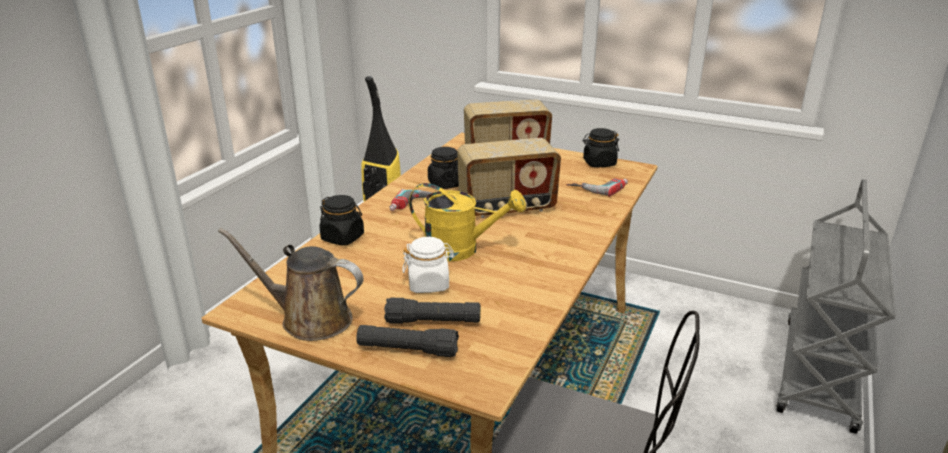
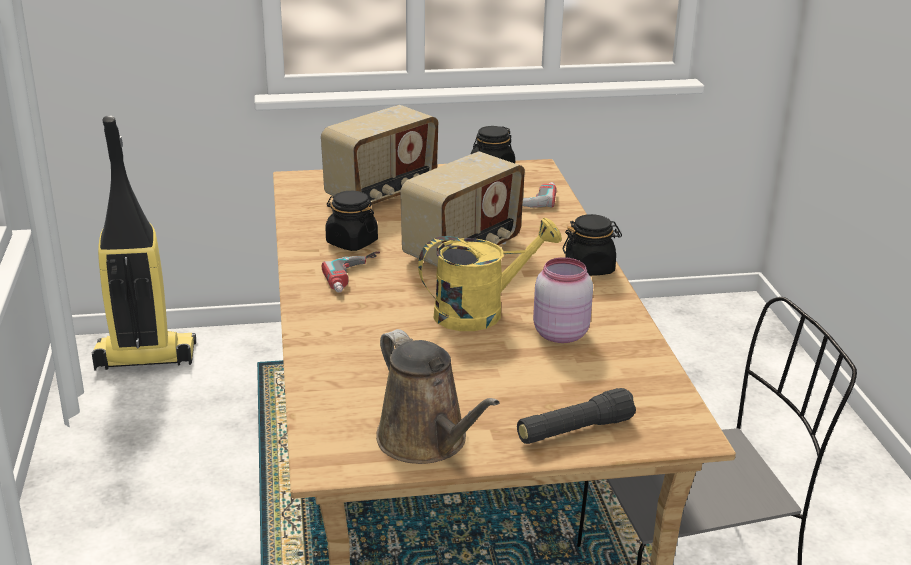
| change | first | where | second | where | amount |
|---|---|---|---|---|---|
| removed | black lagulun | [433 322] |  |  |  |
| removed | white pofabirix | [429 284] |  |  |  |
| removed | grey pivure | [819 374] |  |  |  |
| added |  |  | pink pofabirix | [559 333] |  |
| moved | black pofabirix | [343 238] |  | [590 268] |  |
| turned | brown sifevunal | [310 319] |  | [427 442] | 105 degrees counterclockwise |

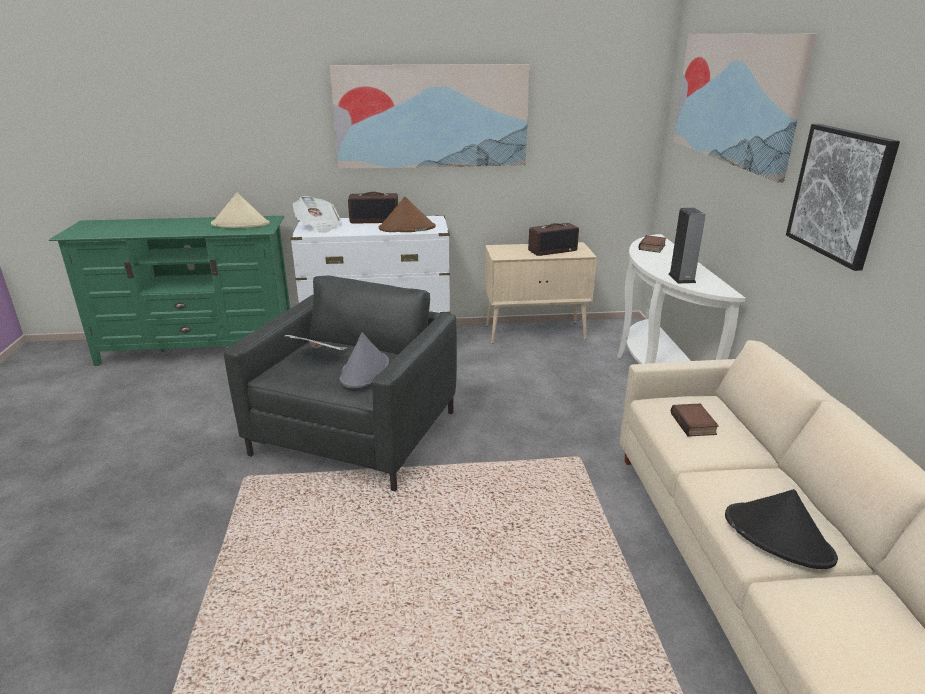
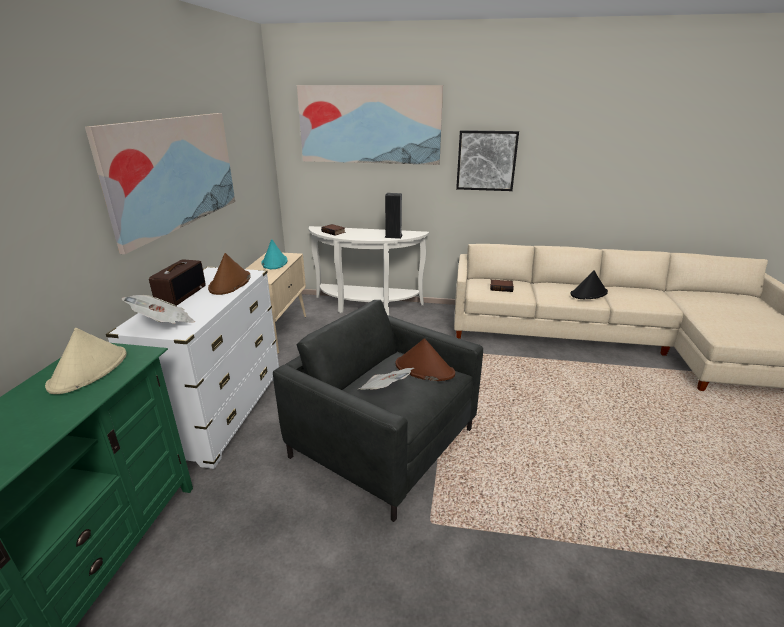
| change | first | where | second | where | amount |
|---|---|---|---|---|---|
| replaced | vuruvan | [552 250] | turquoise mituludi | [274 262] |  |
| recoloured | grey mituludi | [365 371] | brown mituludi | [424 369] |  |

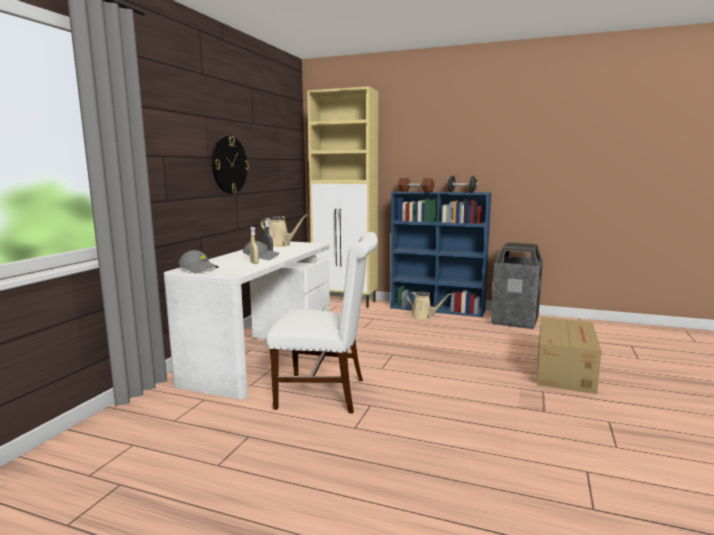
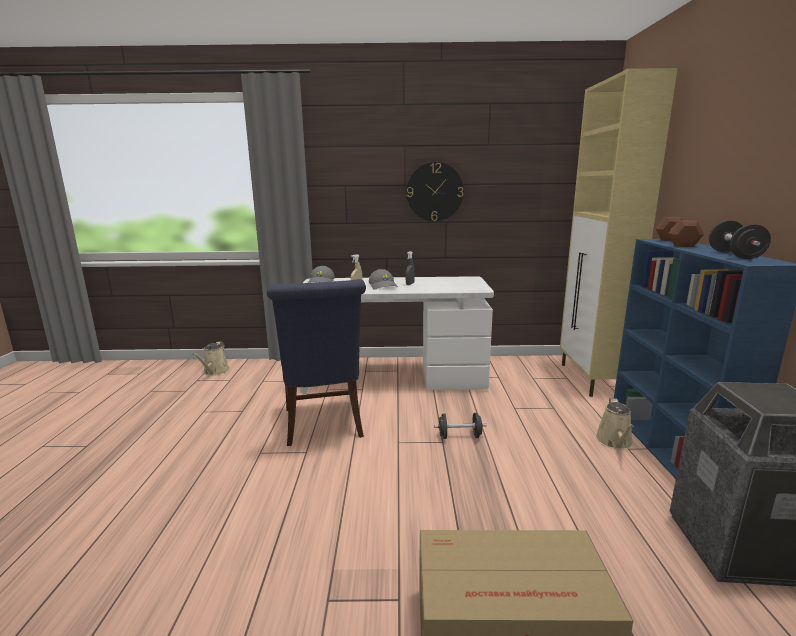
| change | first | where | second | where | amount |
|---|---|---|---|---|---|
| added |  |  | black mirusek | [459 436] |  |
| moved | beige sifevunal | [280 245] |  | [215 372] |  |
| recoloured | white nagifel | [327 393] | blue nagifel | [324 425] |  |

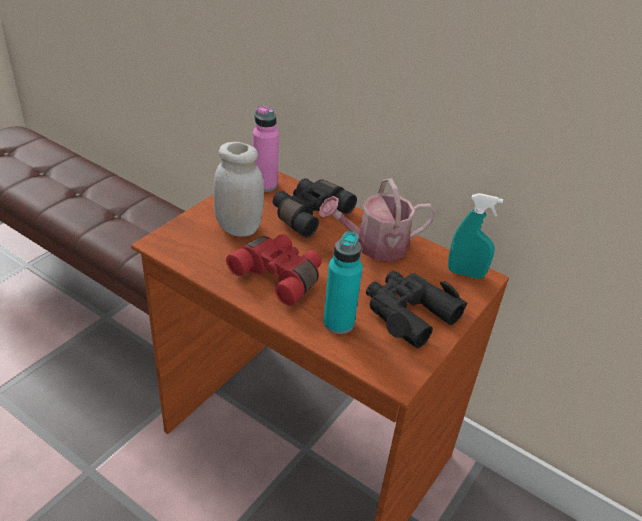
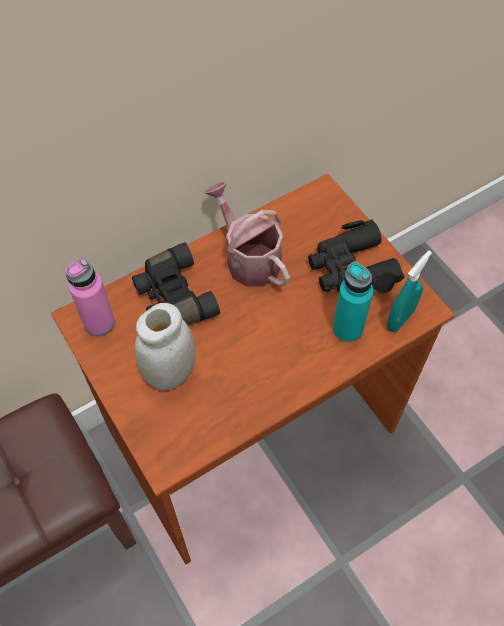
| change | first | where | second | where | amount |
|---|---|---|---|---|---|
| removed | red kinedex | [280 276] |  |  |  |
| moved | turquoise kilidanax | [465 273] |  | [400 319] |  |
| turned | sifevunal | [374 246] |  | [248 258] | 135 degrees clockwise |

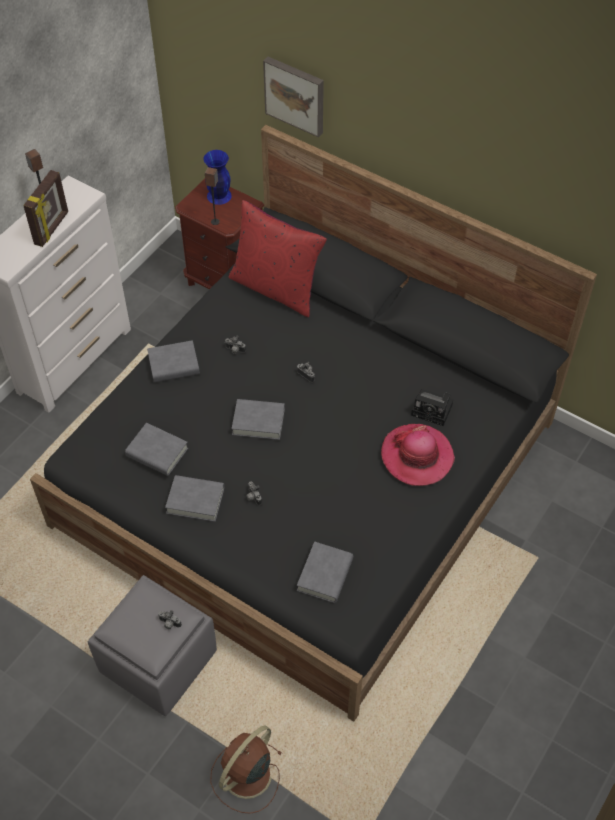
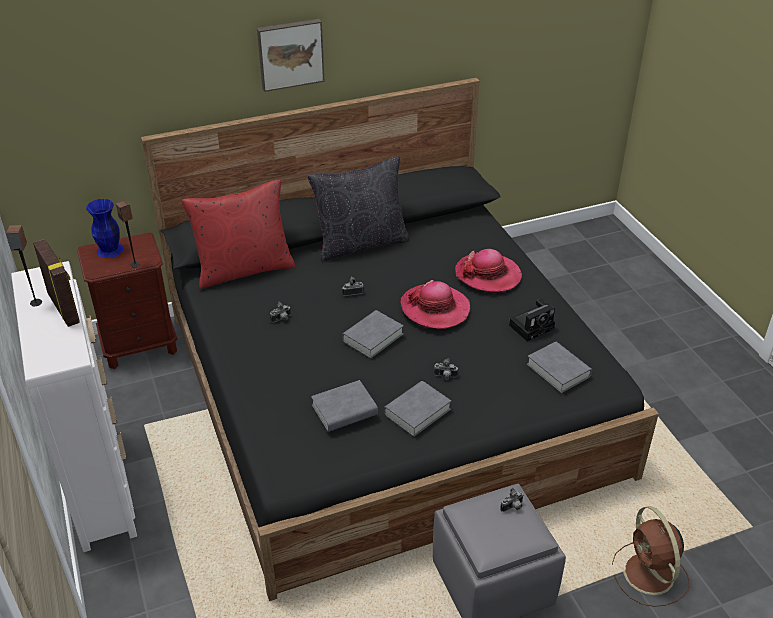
| change | first | where | second | where | amount |
|---|---|---|---|---|---|
| removed | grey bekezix | [174 365] |  |  |  |
| added |  |  | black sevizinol | [361 243] |  |
| added |  |  | mituludi | [435 308] |  |
| moved | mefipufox | [295 95] |  | [290 54] |  |
| moved | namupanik | [433 410] |  | [532 326] |  |

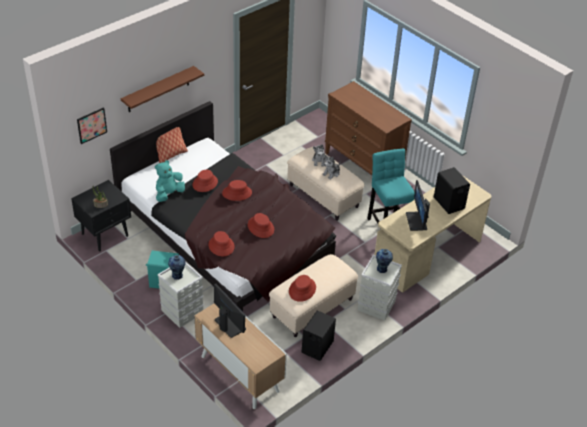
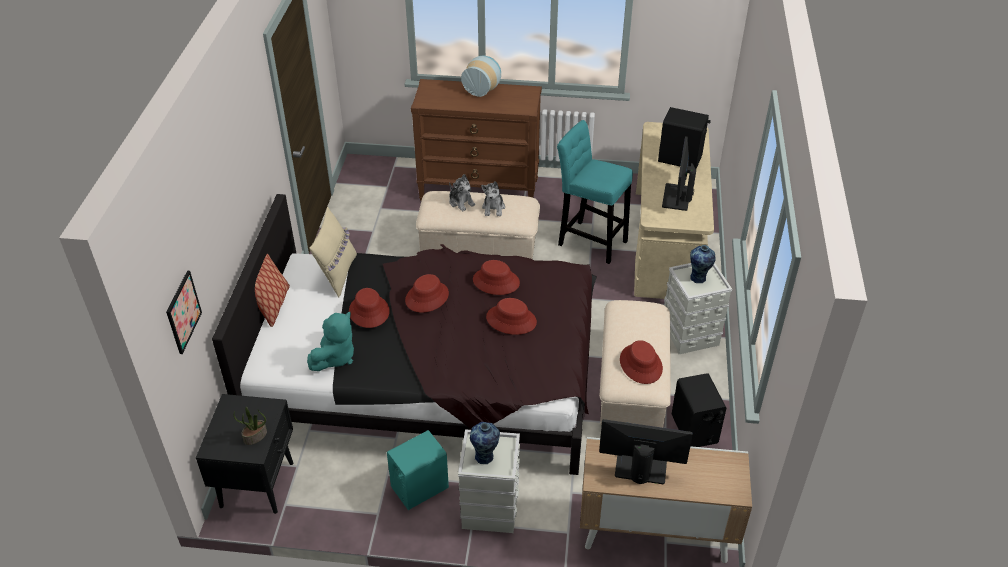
| change | first | where | second | where | amount |
|---|---|---|---|---|---|
| removed | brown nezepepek | [158 89] |  |  |  |
| added |  |  | beige sevizinol | [337 274] |  |
| added |  |  | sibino | [483 89] |  |
| moved | red mituludi | [221 246] |  | [496 282] |  |
| turned | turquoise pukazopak | [169 194] |  | [335 357] | 150 degrees counterclockwise |
| turned | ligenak | [417 221] |  | [677 197] | 60 degrees clockwise |

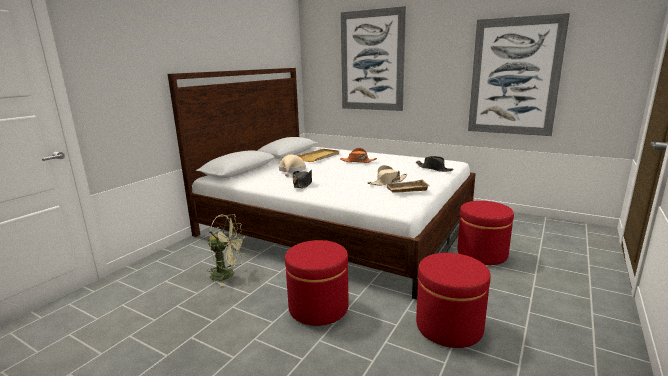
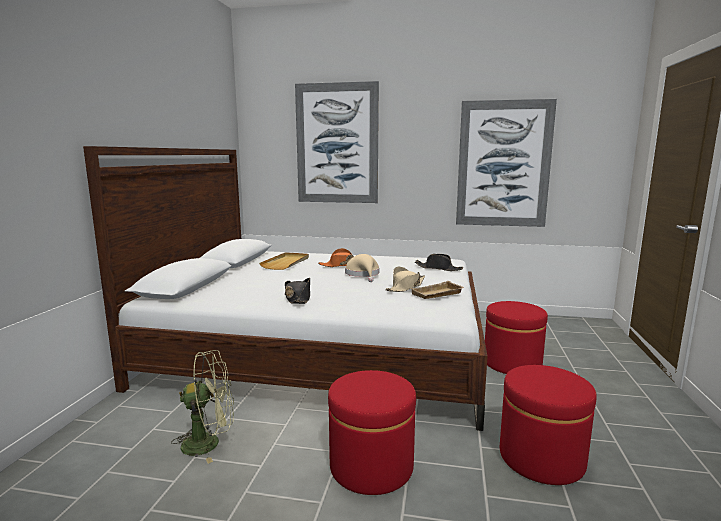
| change | first | where | second | where | amount |
|---|---|---|---|---|---|
| moved | beige mituludi | [292 170] |  | [363 274] |  |

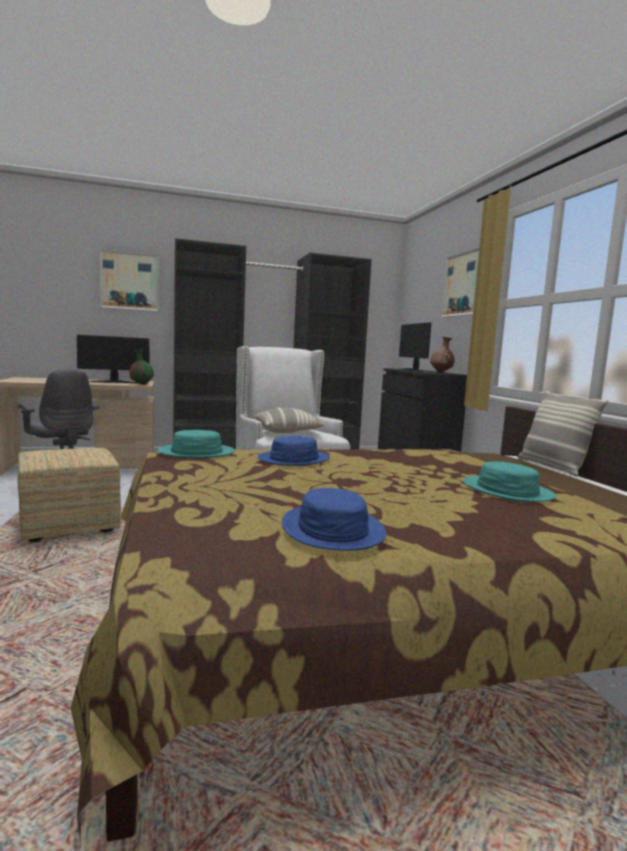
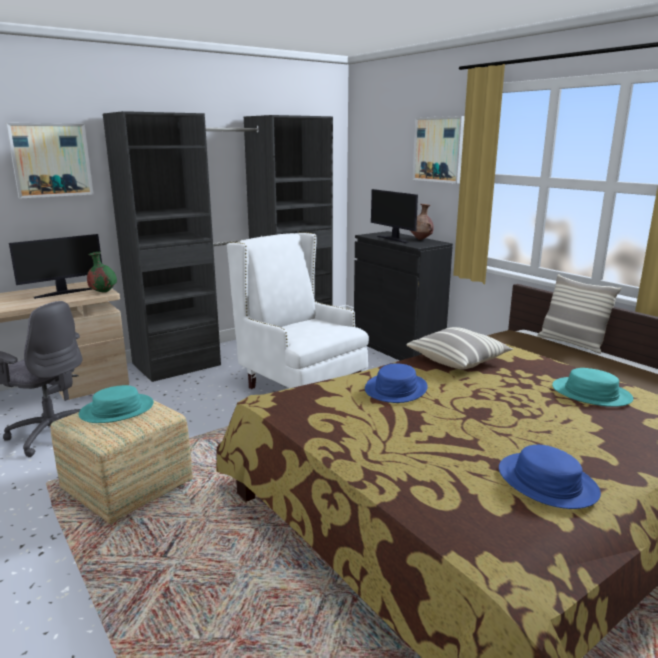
| change | first | where | second | where | amount |
|---|---|---|---|---|---|
| moved | turquoise mituludi | [196 452] |  | [117 410] |  |
| moved | sevizinol | [288 432] |  | [458 360] |  |

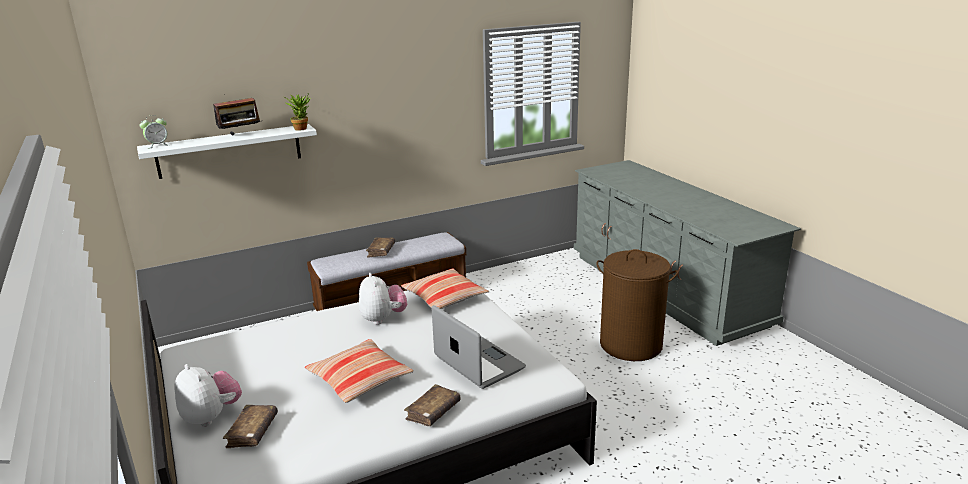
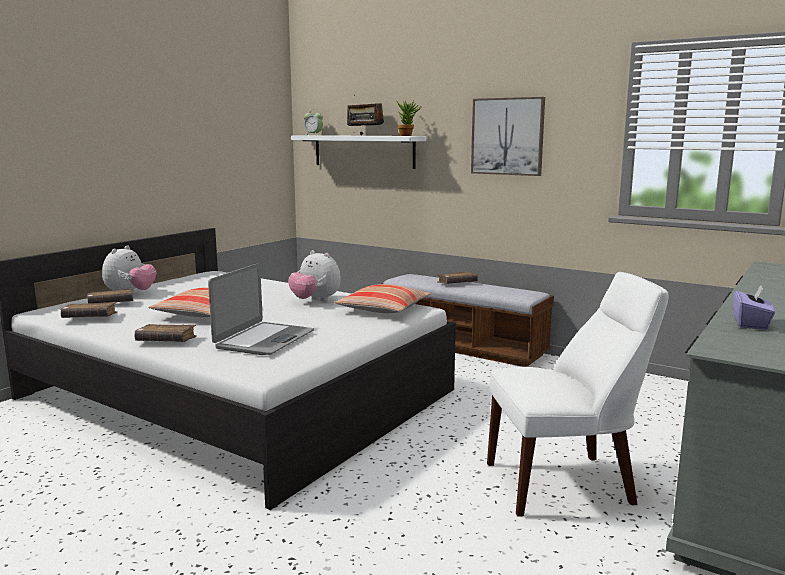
| change | first | where | second | where | amount |
|---|---|---|---|---|---|
| added |  |  | brown bekezix | [89 317] |  |
| added |  |  | mefipufox | [507 136] |  |
| added |  |  | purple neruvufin | [751 324] |  |
| replaced | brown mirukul | [631 345] | white nagifel | [565 483] |  |
| turned | pukazopak | [383 319] |  | [315 301] | 90 degrees clockwise |

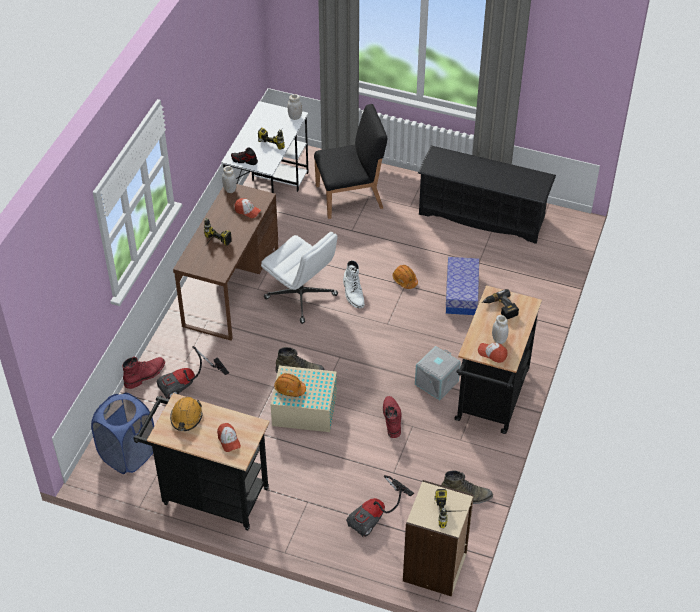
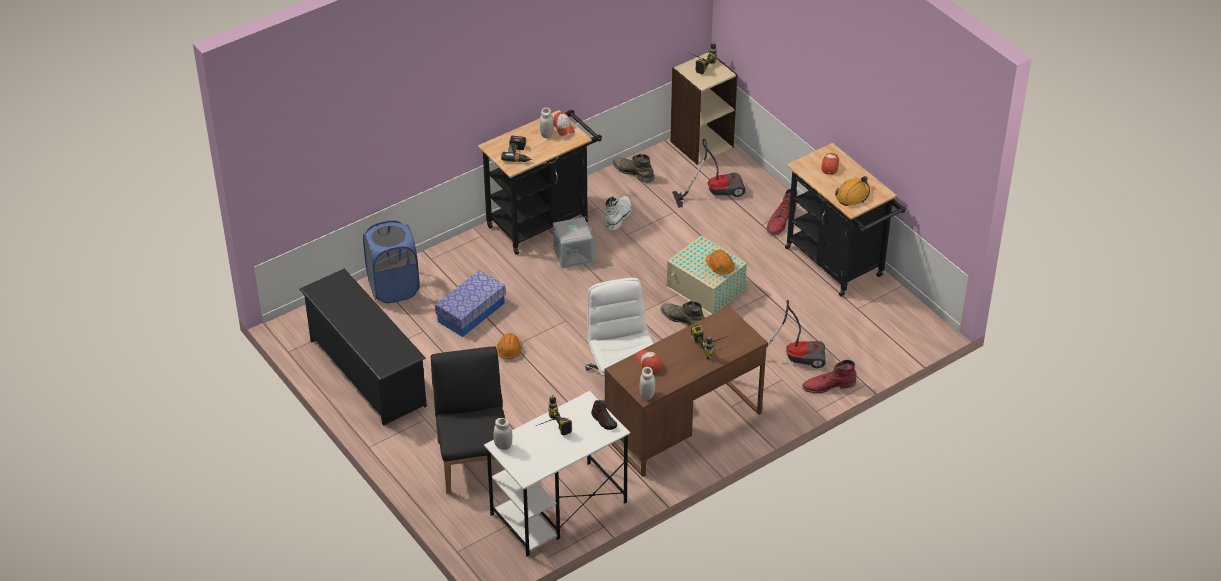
| change | first | where | second | where | amount |
|---|---|---|---|---|---|
| moved | blue mirukul | [128 454] |  | [393 288] |  |
| moved | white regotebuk | [353 293] |  | [618 215] |  |
| moved | red regotebuk | [392 418] |  | [780 222] |  |
| turned | black nagifel | [350 197] |  | [474 461] | 60 degrees clockwise |

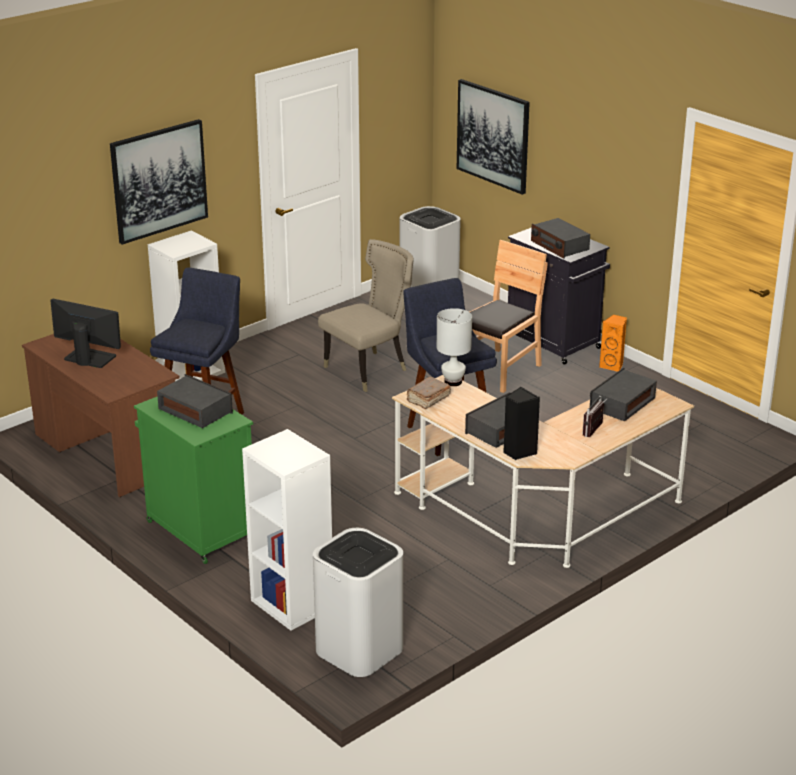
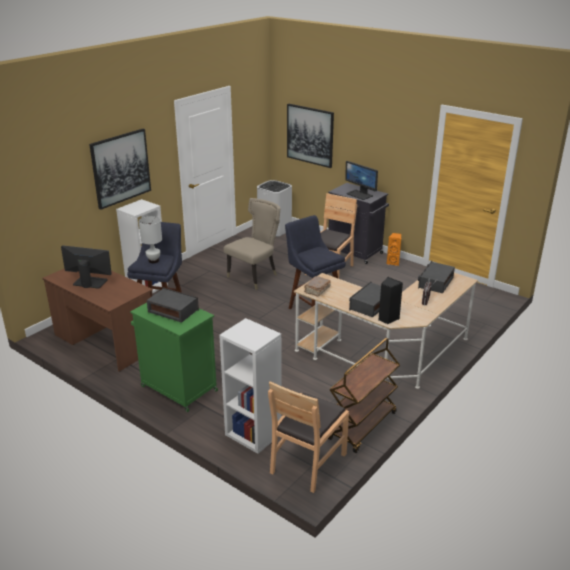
| change | first | where | second | where | amount |
|---|---|---|---|---|---|
| added |  |  | brown pivure | [362 426] |  |
| moved | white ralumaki | [453 382] |  | [154 260] |  |
| replaced | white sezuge | [358 650] | brown nagifel | [307 462] |  |
| replaced | vuruvan | [559 246] | ligenak | [360 195] |  |

